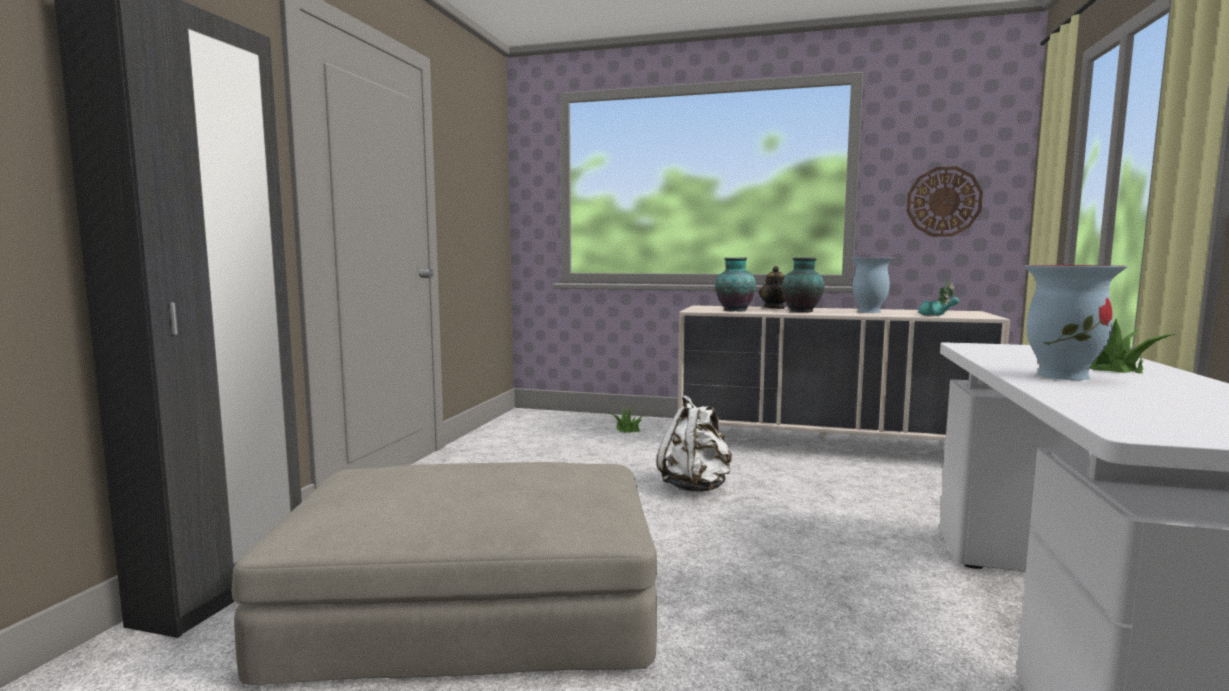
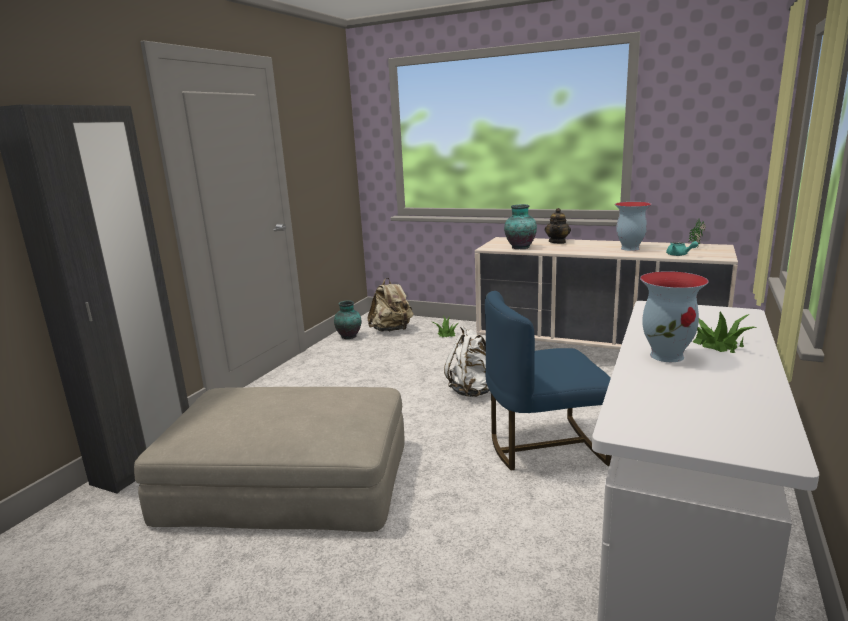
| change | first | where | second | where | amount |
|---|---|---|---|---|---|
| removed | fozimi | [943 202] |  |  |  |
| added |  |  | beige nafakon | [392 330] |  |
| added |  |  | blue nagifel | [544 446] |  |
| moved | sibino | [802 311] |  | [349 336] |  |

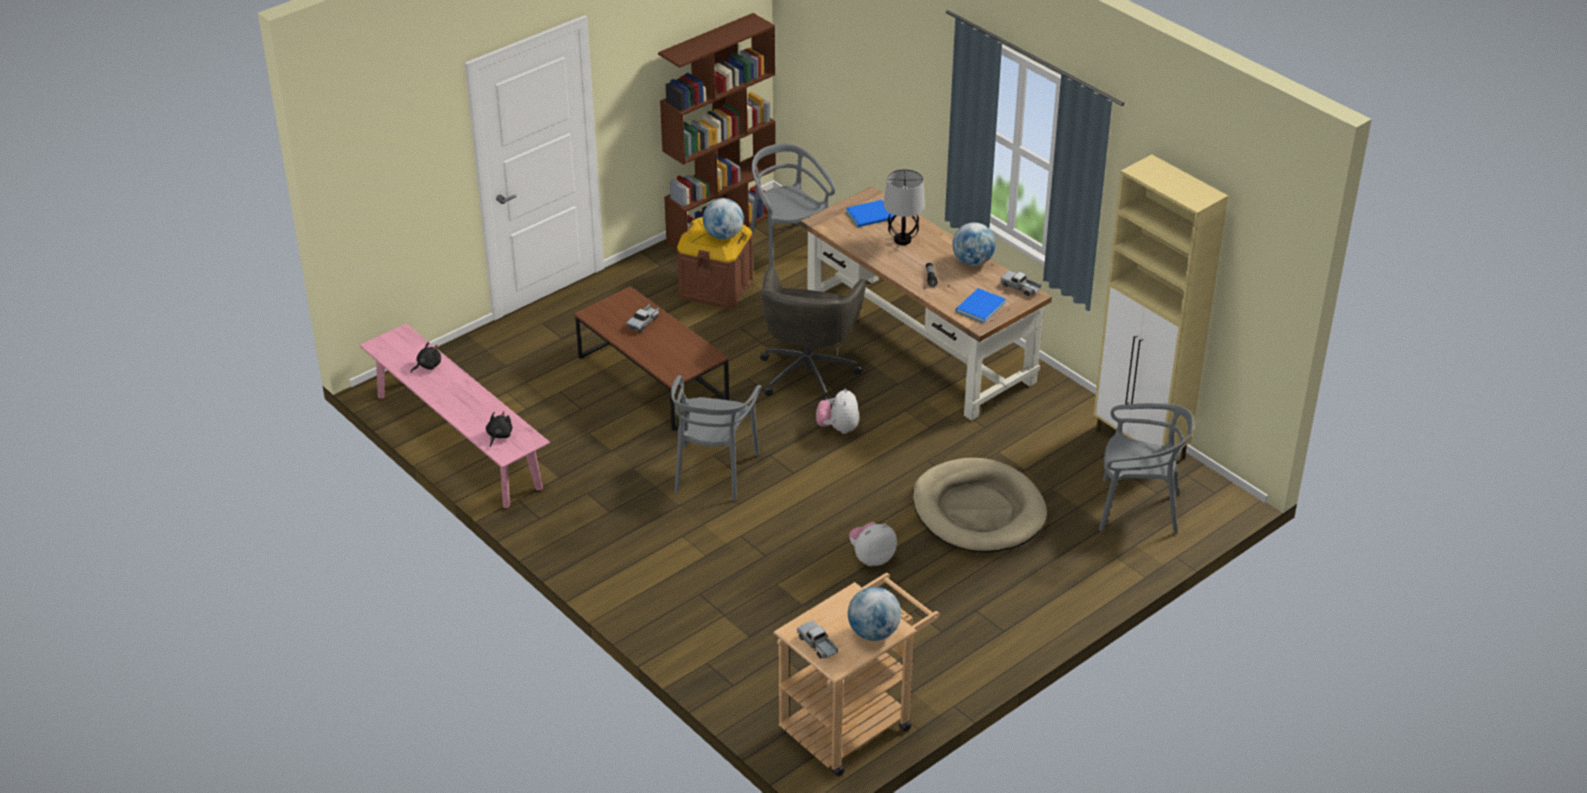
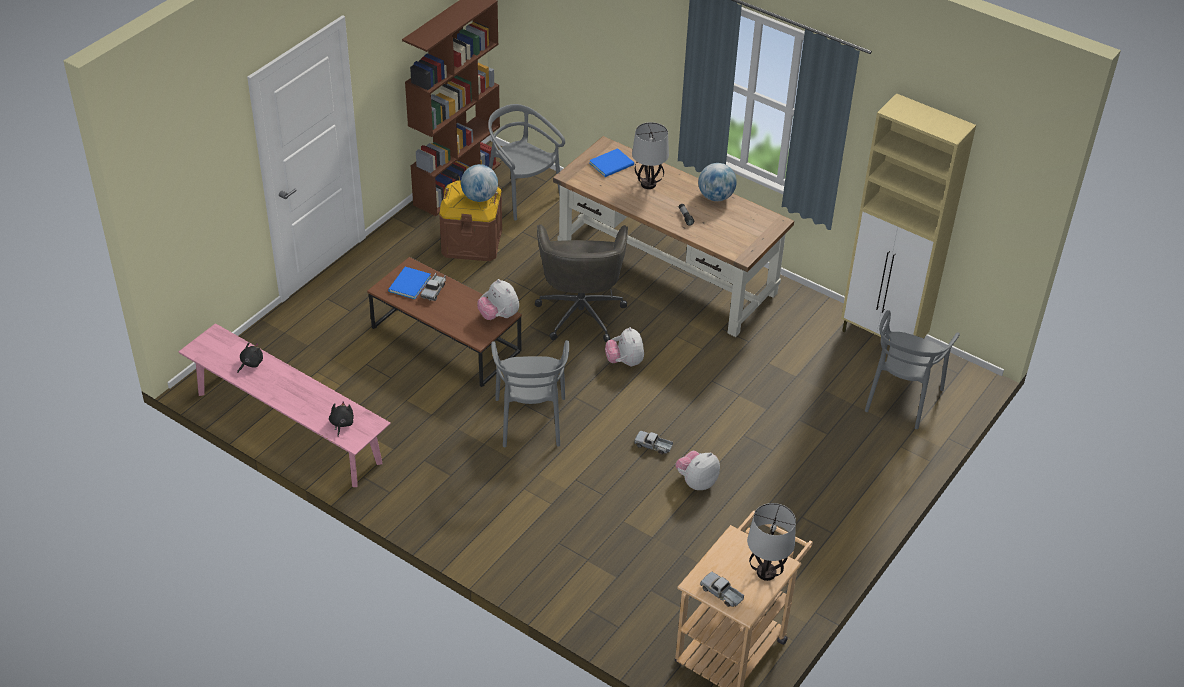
| change | first | where | second | where | amount |
|---|---|---|---|---|---|
| removed | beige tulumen | [978 511] |  |  |  |
| added |  |  | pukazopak | [499 316] |  |
| moved | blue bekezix | [978 307] |  | [408 284] |  |
| moved | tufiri | [1020 288] |  | [653 446] |  |
| replaced | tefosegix | [873 632] | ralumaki | [765 572] |  |
| turned | grey nagifel | [1137 508] |  | [901 398] | 120 degrees clockwise |

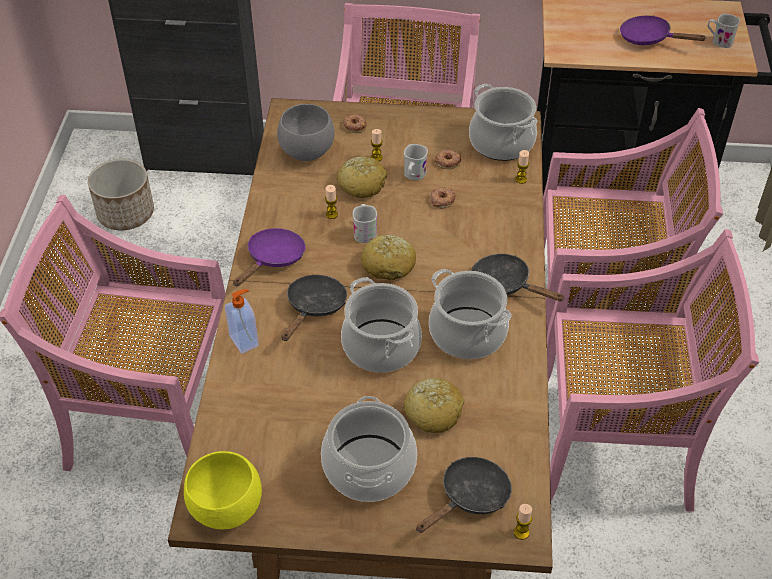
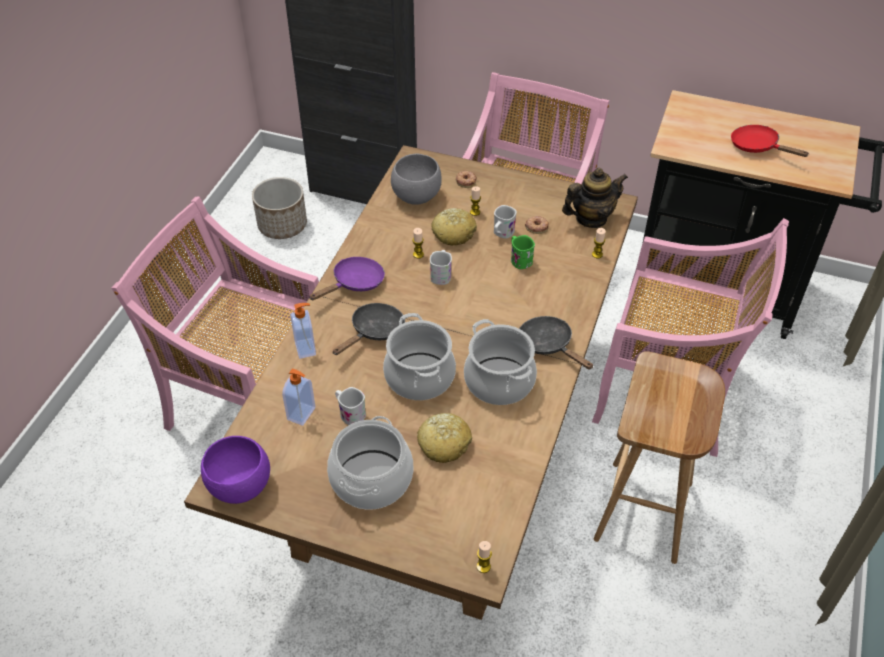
| change | first | where | second | where | amount |
|---|---|---|---|---|---|
| removed | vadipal | [389 265] |  |  |  |
| removed | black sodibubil | [470 497] |  |  |  |
| added |  |  | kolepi | [302 414] |  |
| moved | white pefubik | [718 41] |  | [349 413] |  |
| replaced | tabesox | [442 200] | green pefubik | [519 259] |  |
| replaced | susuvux | [501 142] | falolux | [591 218] |  |
| replaced | pink nagifel | [616 443] | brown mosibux | [644 513] |  |
| recoloured | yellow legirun | [227 510] | purple legirun | [240 488] |  |
| recoloured | purple sodibubil | [649 38] | red sodibubil | [758 147] |  |

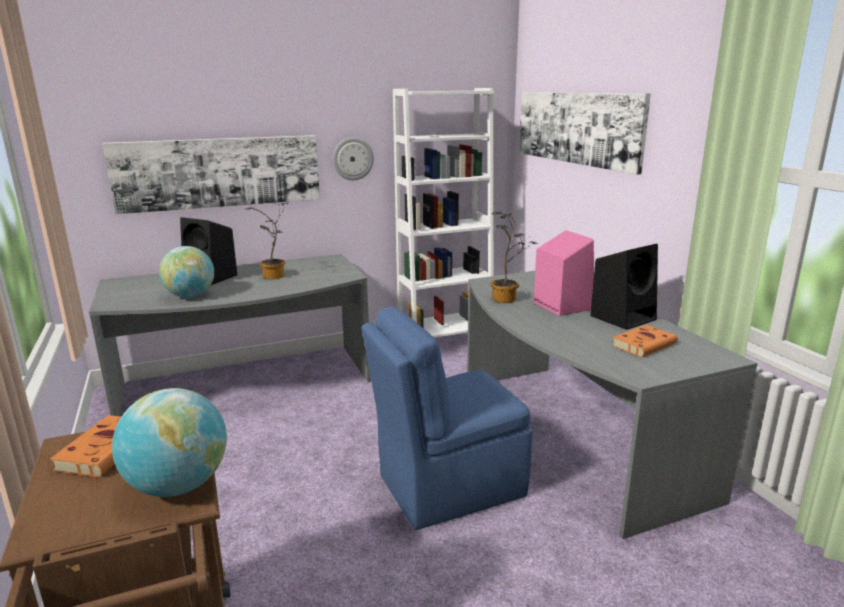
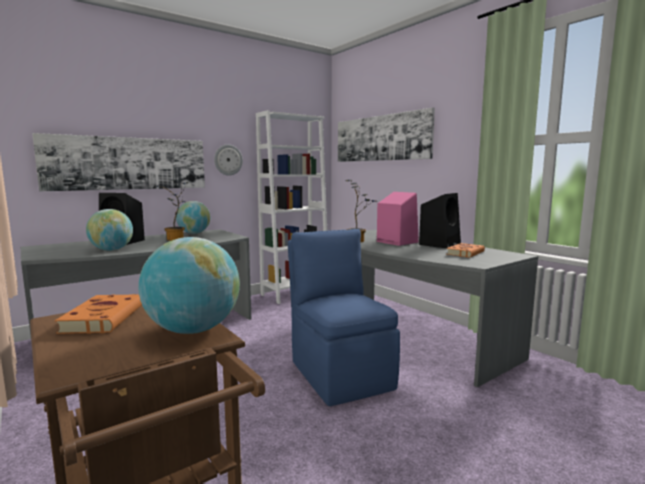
| change | first | where | second | where | amount |
|---|---|---|---|---|---|
| added |  |  | tefosegix | [194 233] |  |
| turned | blue nagifel | [447 486] |  | [340 373] | 105 degrees clockwise |

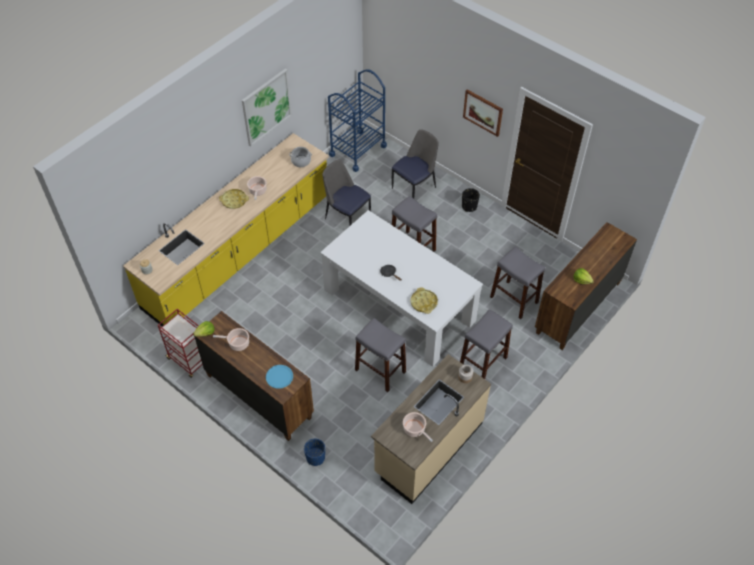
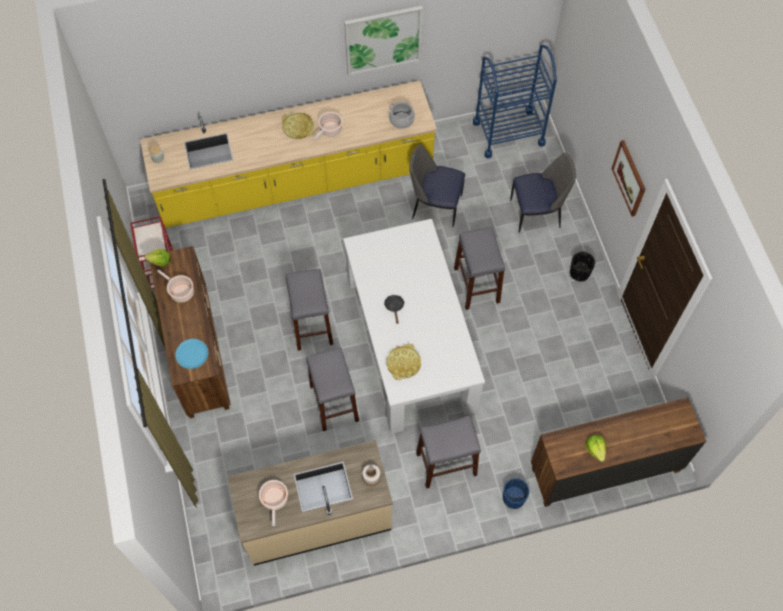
| change | first | where | second | where | amount |
|---|---|---|---|---|---|
| moved | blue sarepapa | [315 458] |  | [513 498] |  |
| moved | grey mosibux | [514 299] |  | [311 325] |  |
| turned | nagifel | [346 217] |  | [435 206] | 60 degrees counterclockwise |

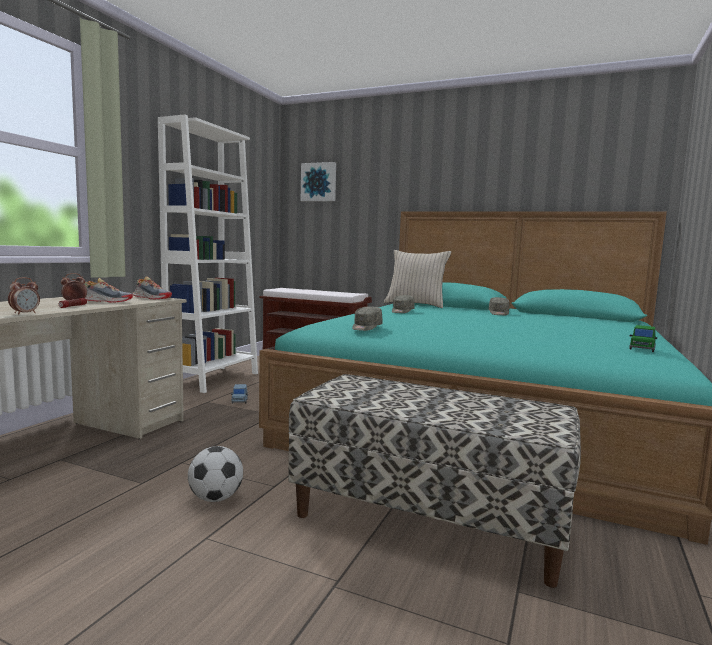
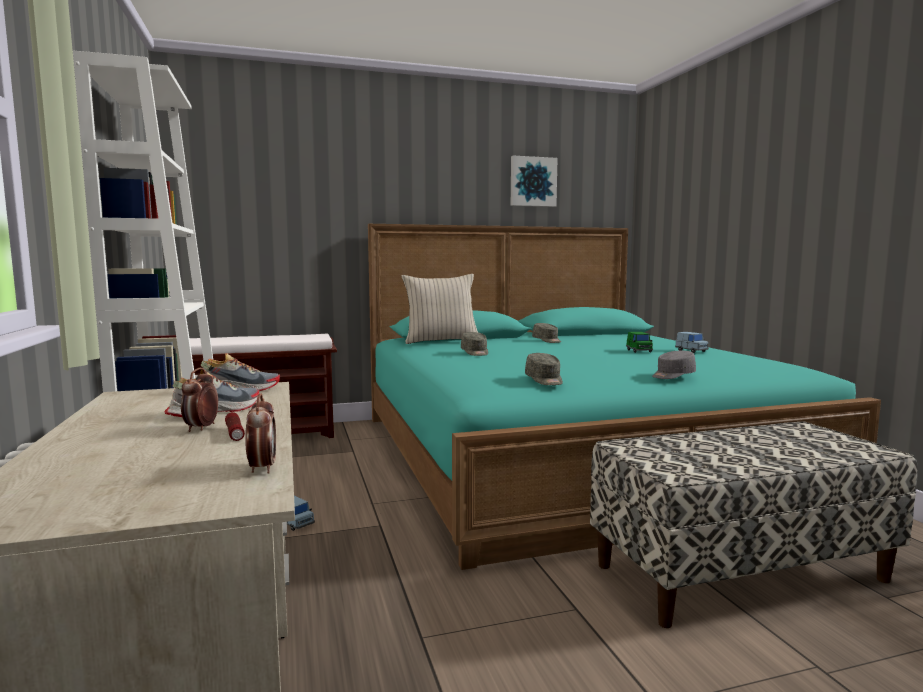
| change | first | where | second | where | amount |
|---|---|---|---|---|---|
| removed | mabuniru | [216 498] |  |  |  |
| added |  |  | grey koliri | [672 375] |  |
| added |  |  | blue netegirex | [691 351] |  |
| moved | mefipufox | [319 182] |  | [532 182] |  |
| moved | green netegirex | [642 349] |  | [639 351] |  |

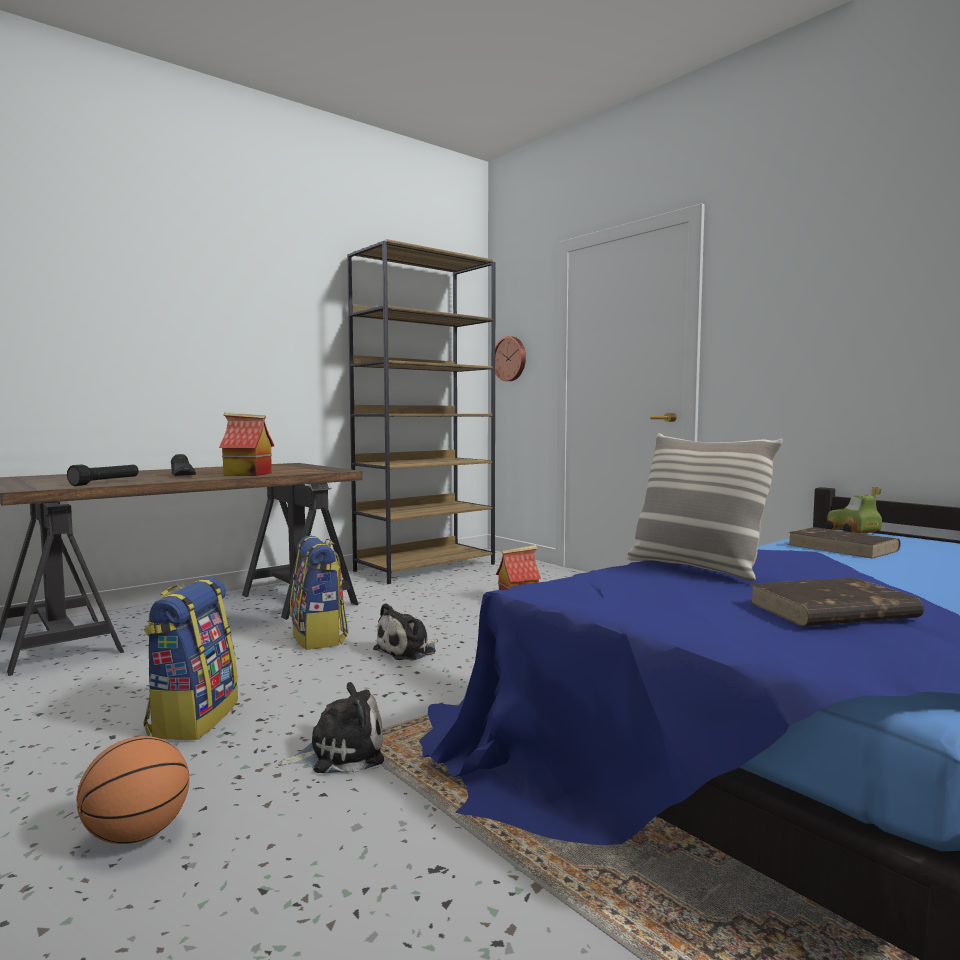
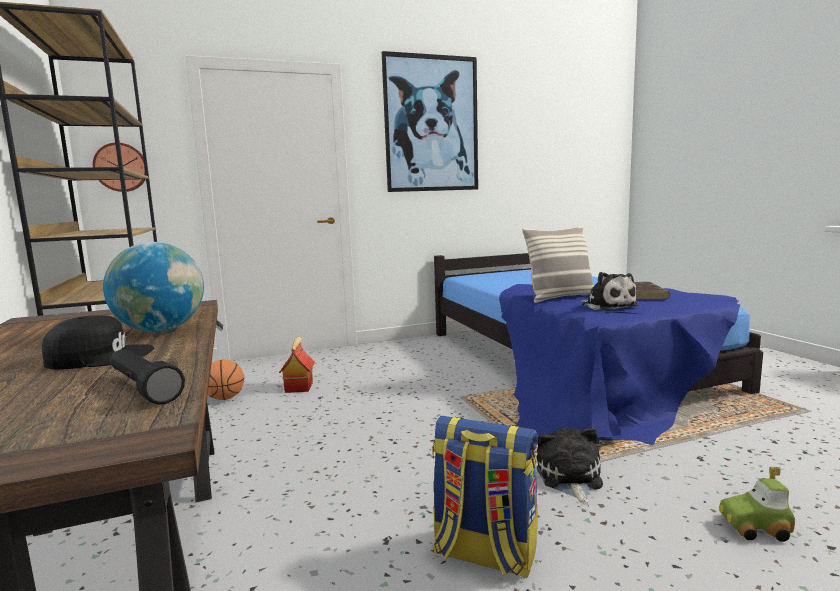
| change | first | where | second | where | amount |
|---|---|---|---|---|---|
| removed | nafakon | [319 638] |  |  |  |
| removed | brown bekezix | [843 548] |  |  |  |
| added |  |  | mefipufox | [431 124] |  |
| moved | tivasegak | [137 835] |  | [225 398] |  |
| moved | pukazopak | [408 651] |  | [607 306] |  |
| moved | netegirex | [852 531] |  | [754 528] |  |
| replaced | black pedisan | [181 475] | black koliri | [100 356] |  |
| replaced | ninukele | [246 474] | tefosegix | [161 330] |  |

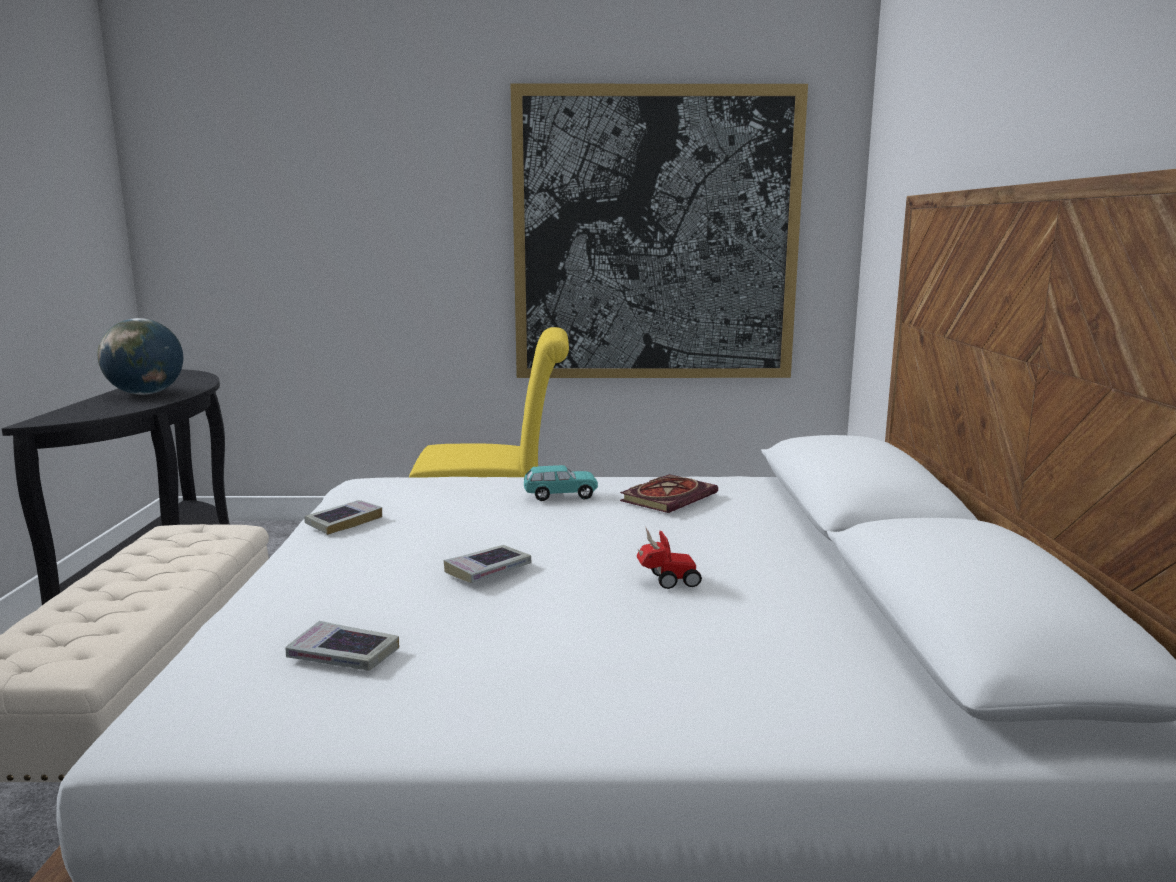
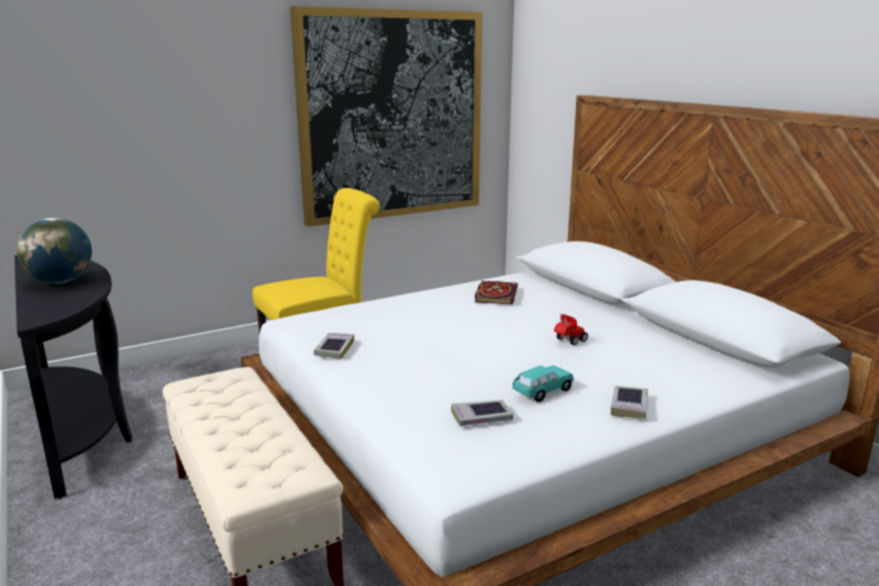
| change | first | where | second | where | amount |
|---|---|---|---|---|---|
| moved | bekezix | [488 570] |  | [629 406] |  |
| moved | turquoise netegirex | [560 495] |  | [542 391] |  |

